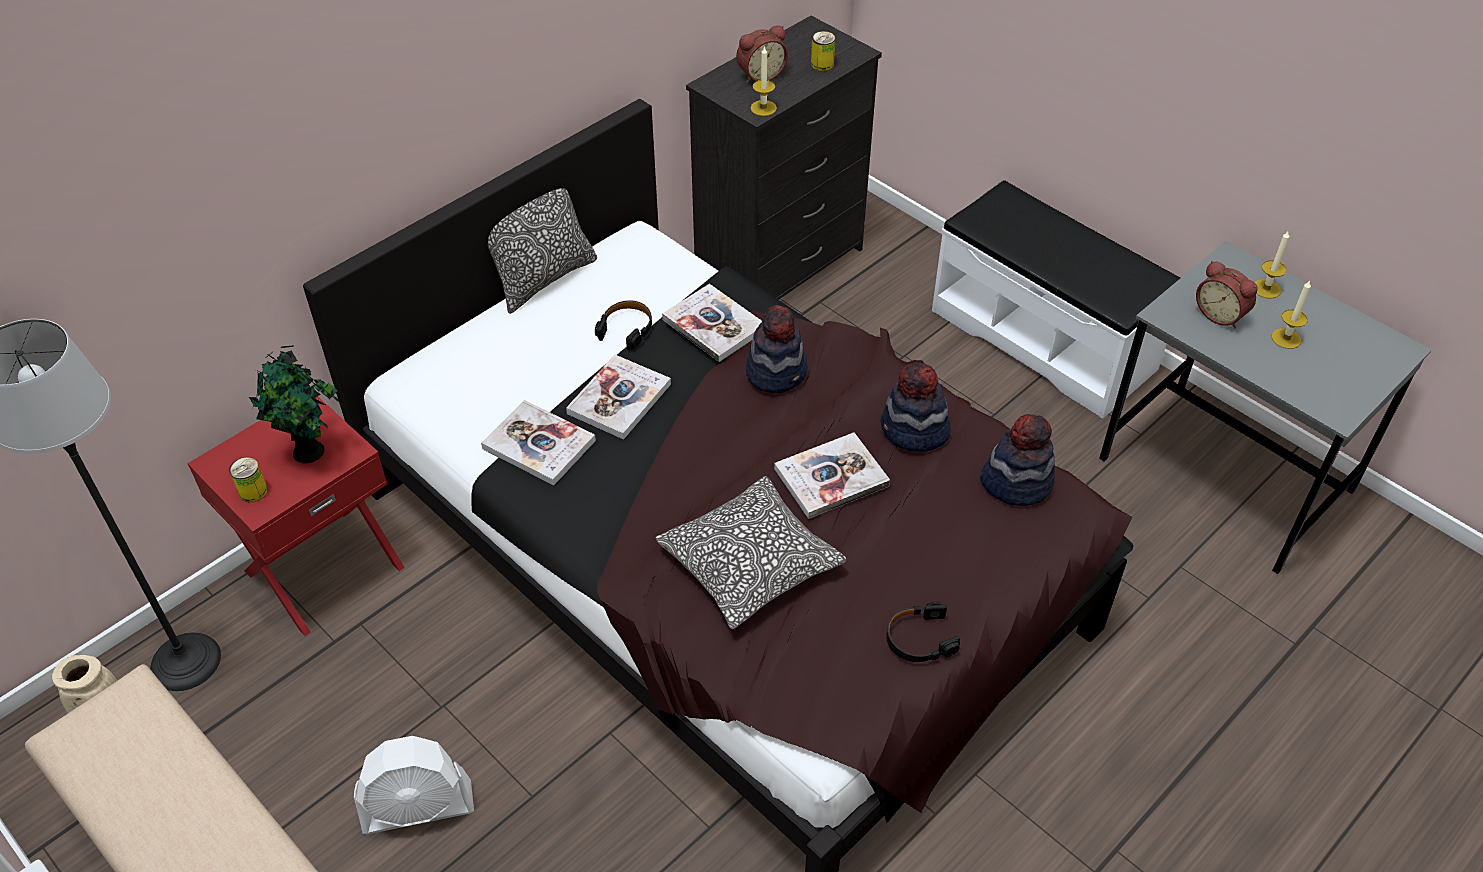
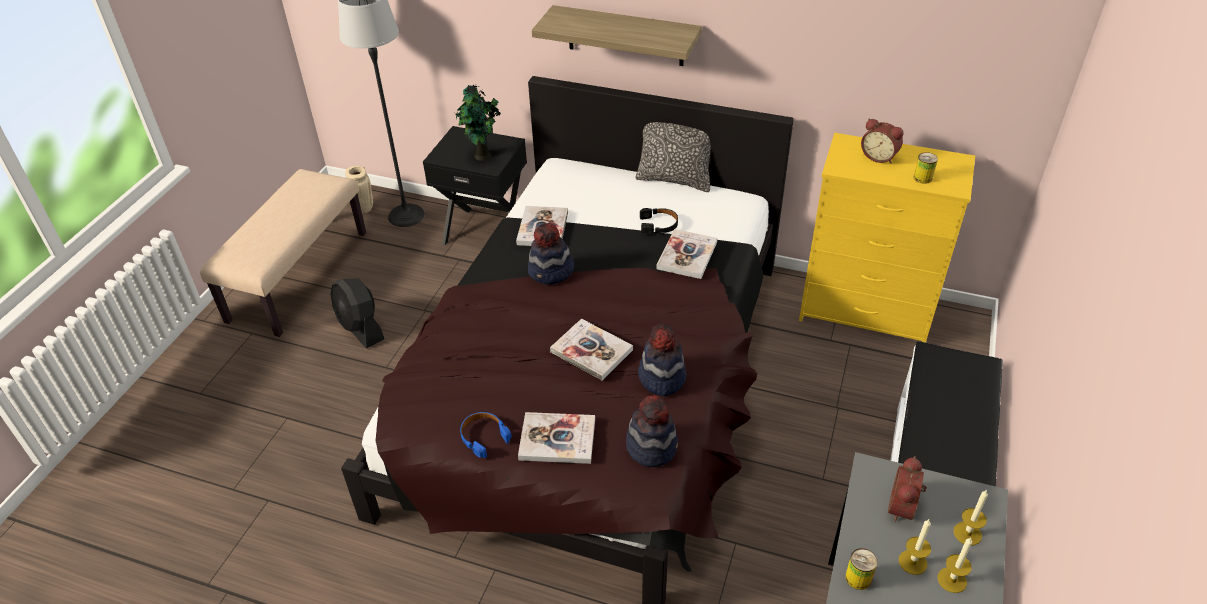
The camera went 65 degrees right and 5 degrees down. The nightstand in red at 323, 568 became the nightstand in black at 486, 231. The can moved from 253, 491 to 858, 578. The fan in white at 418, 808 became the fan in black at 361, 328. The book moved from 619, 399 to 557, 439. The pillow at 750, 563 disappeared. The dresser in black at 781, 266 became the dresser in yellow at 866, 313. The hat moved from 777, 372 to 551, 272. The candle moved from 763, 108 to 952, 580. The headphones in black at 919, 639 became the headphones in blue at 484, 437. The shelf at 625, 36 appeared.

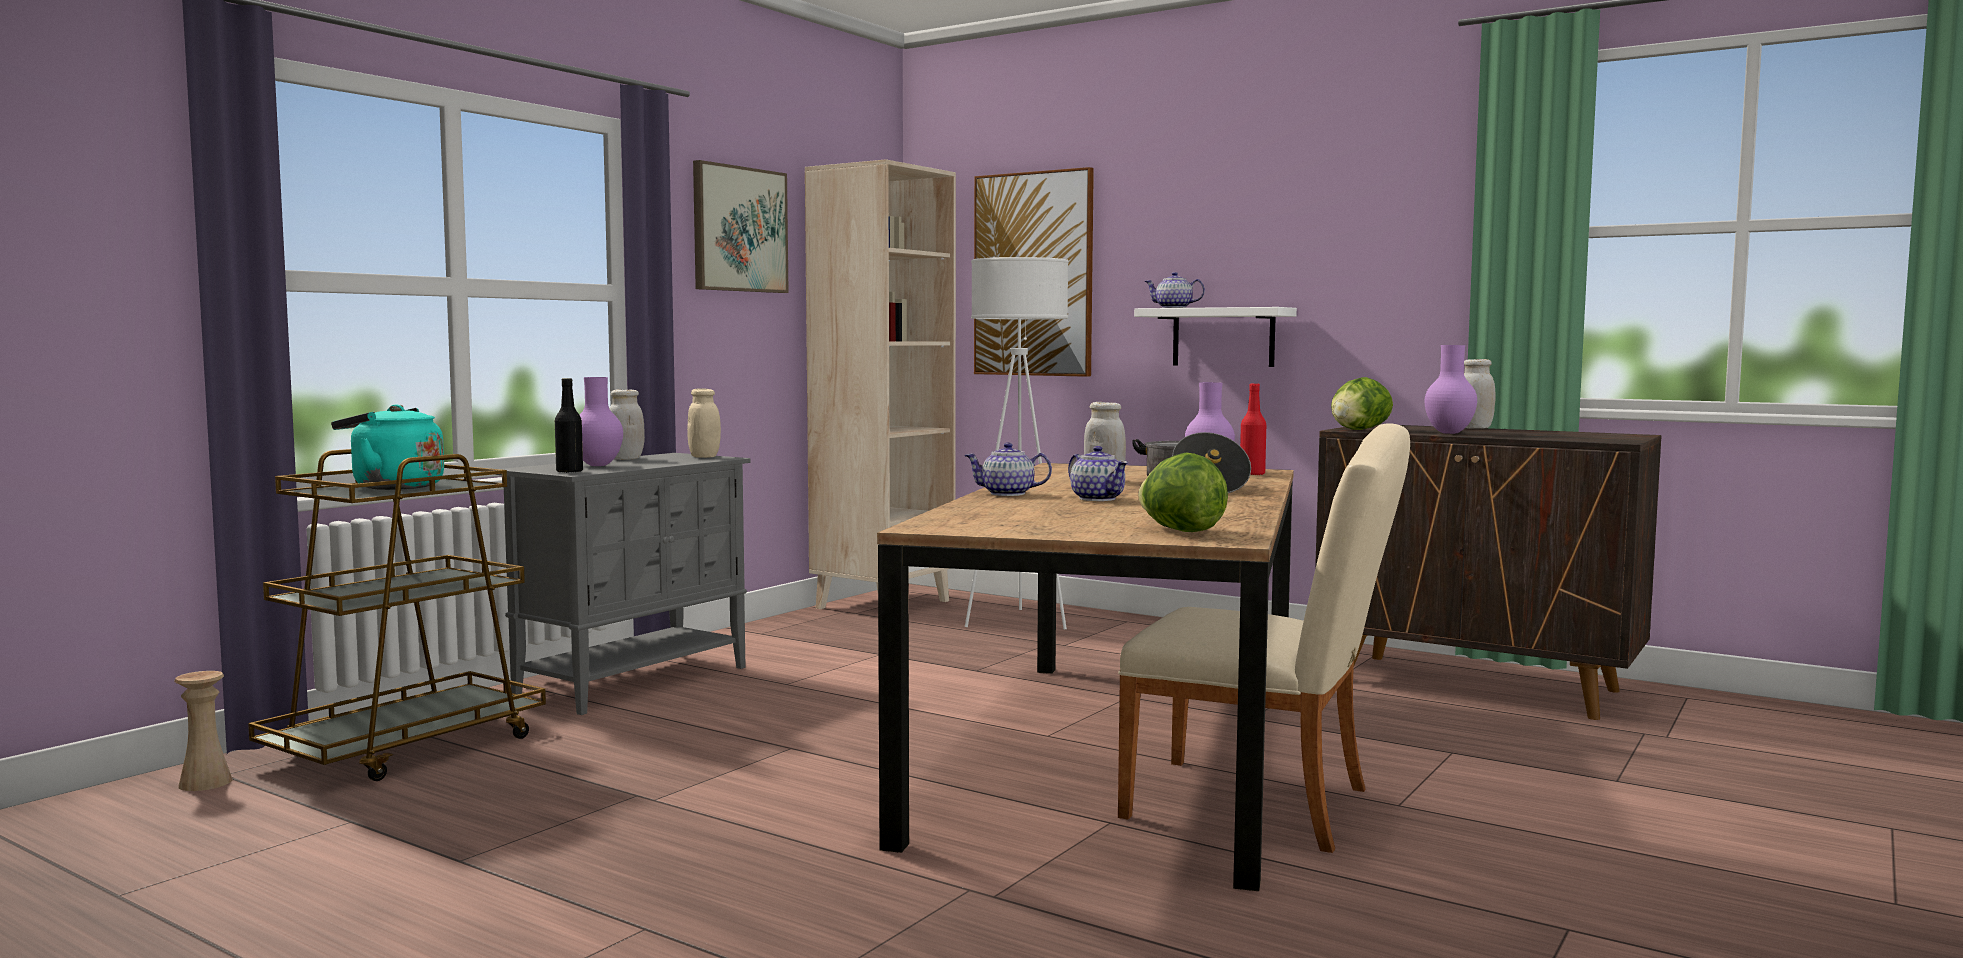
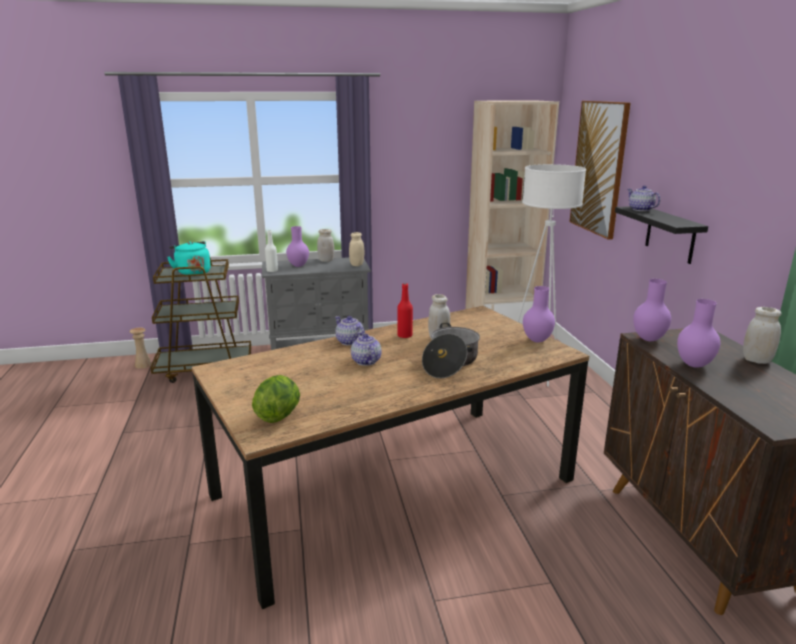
The camera went 45 degrees right and 15 degrees up. The bottle in black at 569, 472 became the bottle in white at 272, 271. The picture at 739, 229 disappeared. The teapot at 1097, 498 turned 150 degrees clockwise. The chair in beige at 1264, 806 disappeared. The shelf in white at 1223, 337 became the shelf in black at 670, 234. The bottle in red moved from 1252, 474 to 404, 335. The lettuce at 1358, 429 was replaced by the vase in purple at 649, 339.

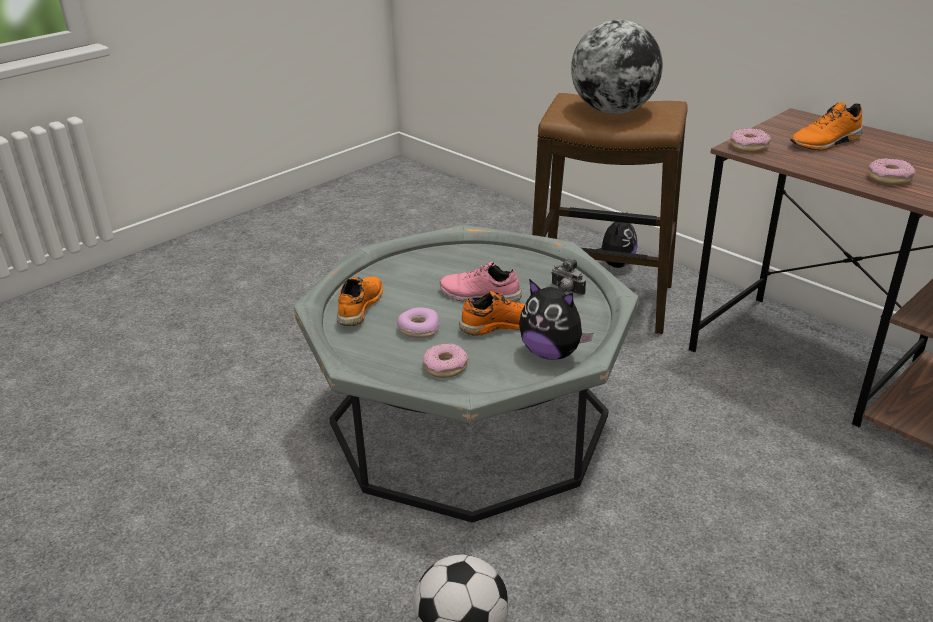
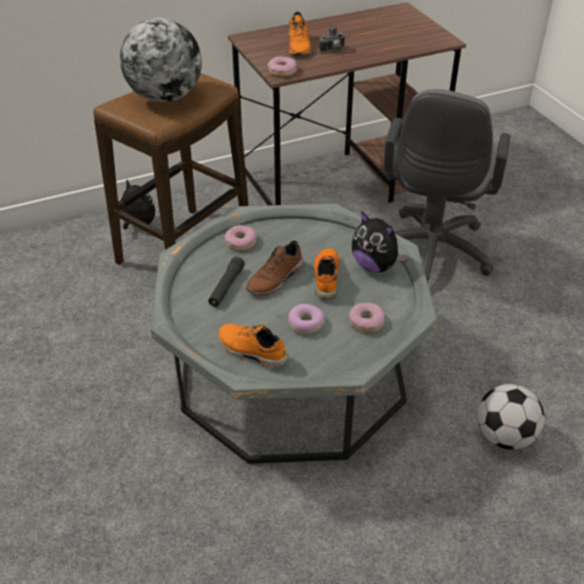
The camera went 70 degrees left and 10 degrees up. The shoe in pink at 479, 296 became the shoe in brown at 276, 279. The plush toy at 551, 353 turned 75 degrees clockwise. The photo camera moved from 565, 291 to 333, 50. The donut moved from 889, 178 to 241, 242. The flashlight in black at 226, 287 appeared. The office chair in grey at 430, 256 appeared.

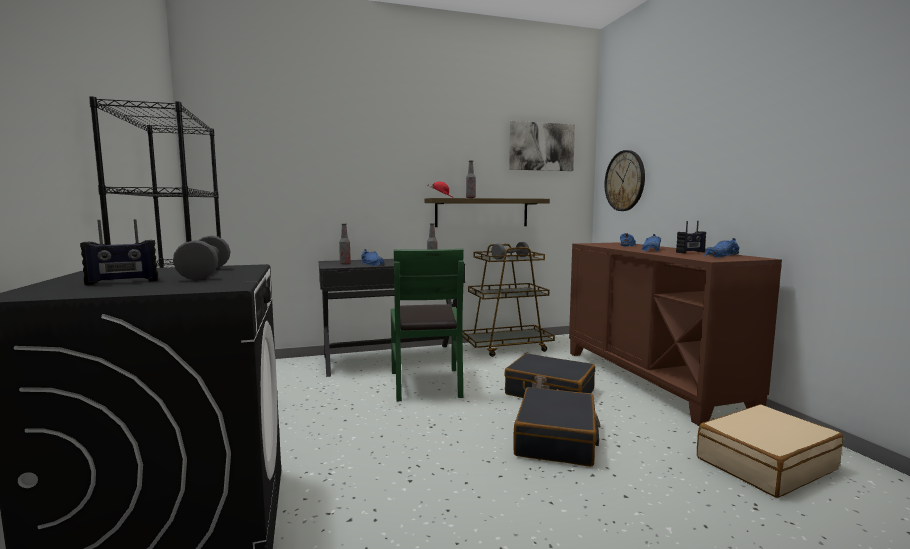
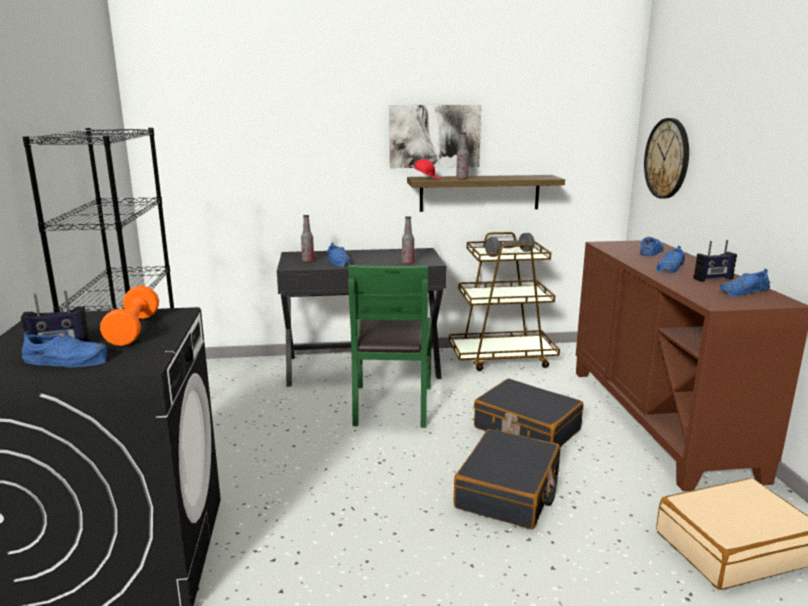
The camera went 10 degrees right and 10 degrees up. The dumbbell in grey at 205, 273 became the dumbbell in orange at 133, 330. The picture moved from 541, 147 to 434, 136. The shoe in blue at 67, 360 appeared.

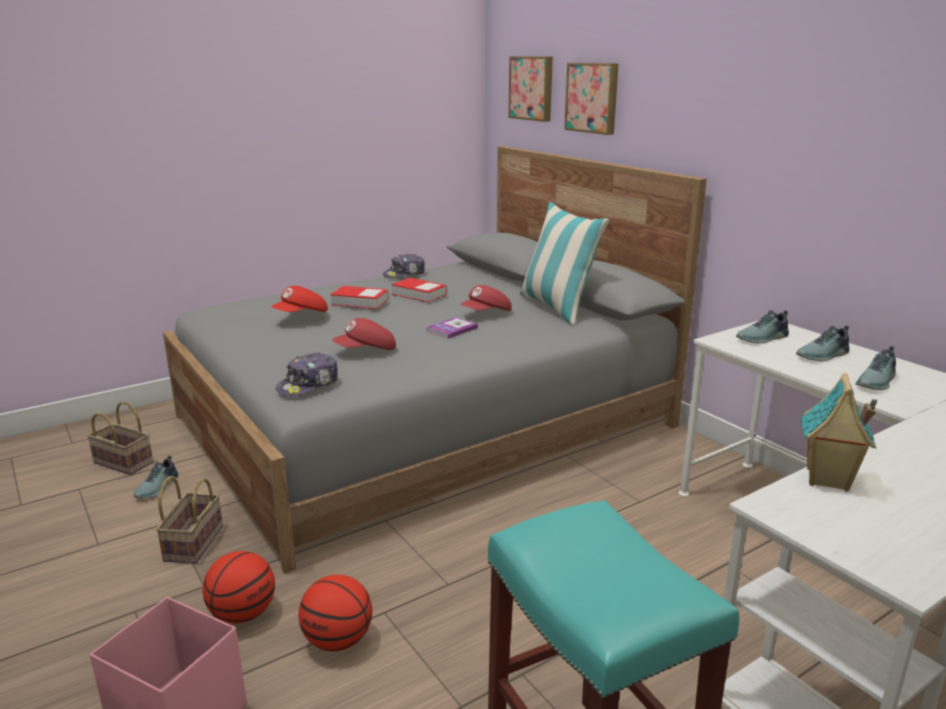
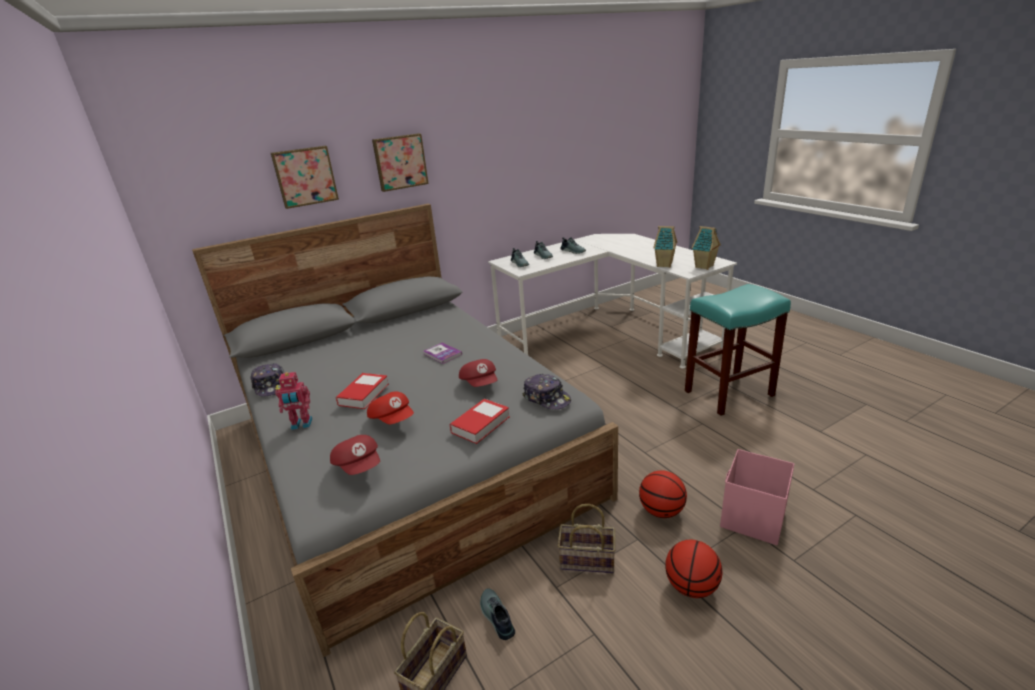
The camera went 85 degrees left and 5 degrees up. The shoe at 158, 487 turned 135 degrees counterclockwise. The basketball moved from 338, 640 to 691, 586. The book moved from 419, 294 to 480, 425. The cap in red moved from 486, 314 to 359, 466. The picture moved from 532, 88 to 400, 162. The pillow at 557, 307 disappeared. The toy robot at 301, 425 appeared. The toy house at 704, 267 appeared.

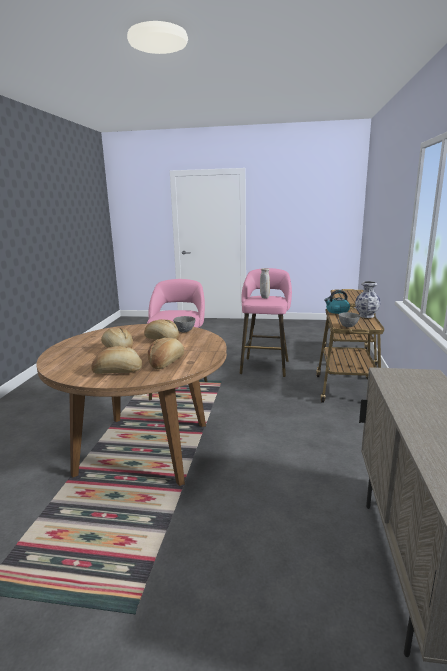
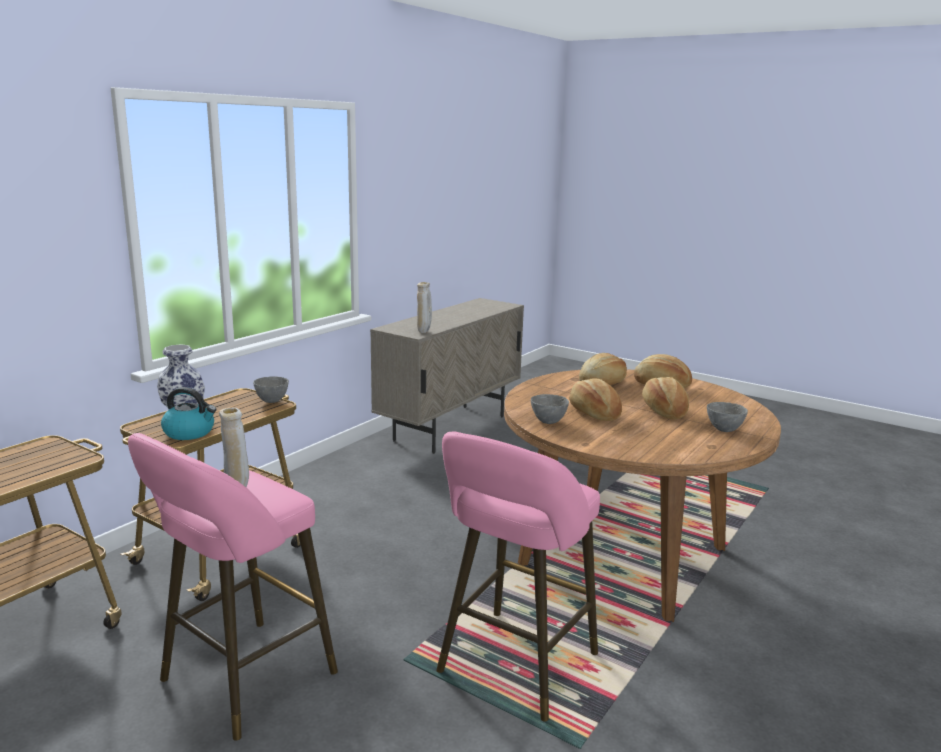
The camera went 155 degrees left and 0 degrees up. The vase in beige at 424, 332 appeared. The bowl in grey at 724, 430 appeared.

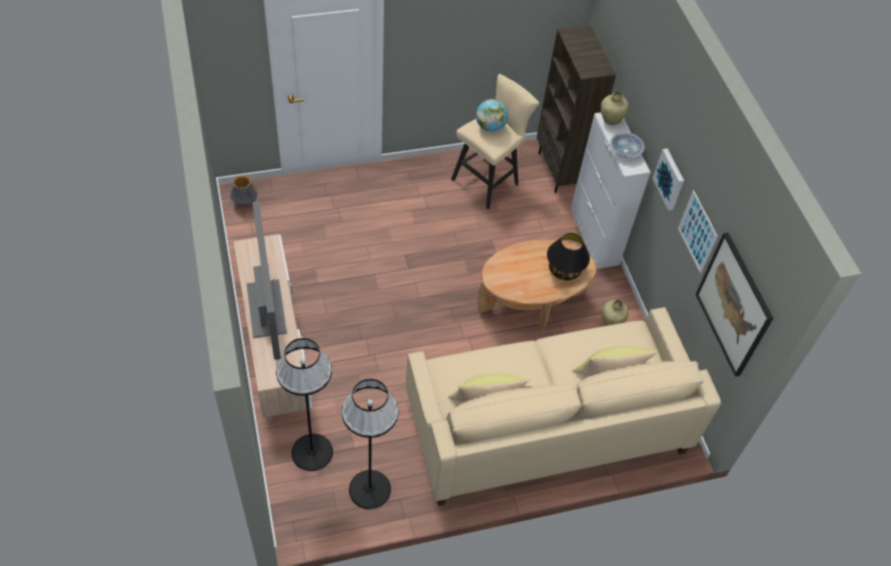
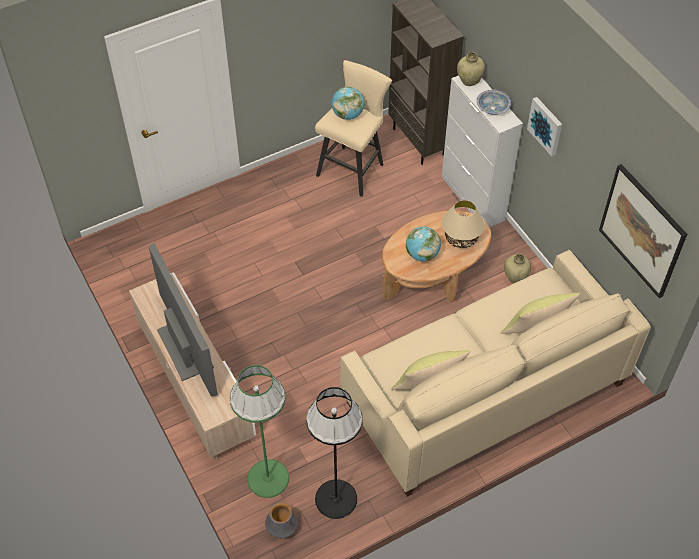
The camera went 10 degrees left and 0 degrees up. The vase moved from 245, 202 to 282, 529. The floor lamp in black at 312, 452 became the floor lamp in green at 267, 478. The table lamp in black at 564, 270 became the table lamp in beige at 461, 238. The picture at 697, 232 disappeared. The globe at 422, 254 appeared.

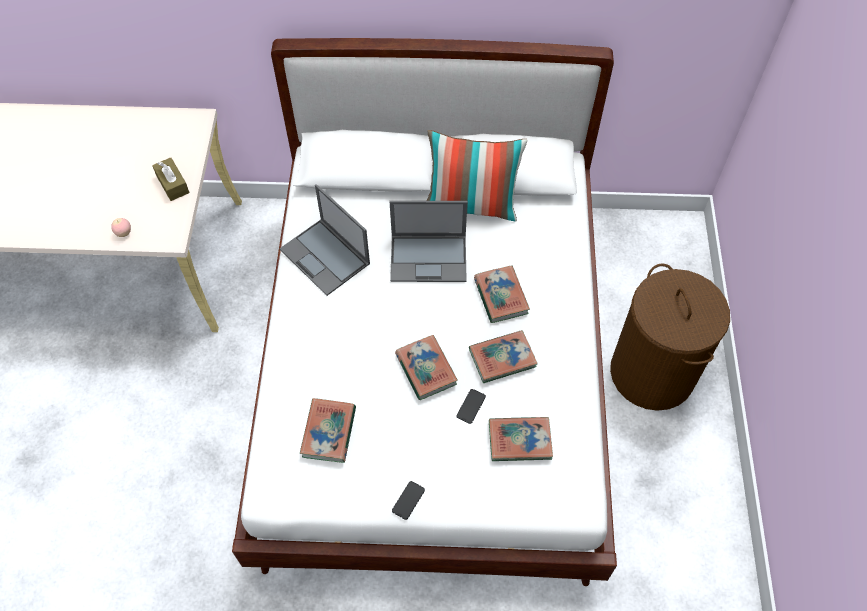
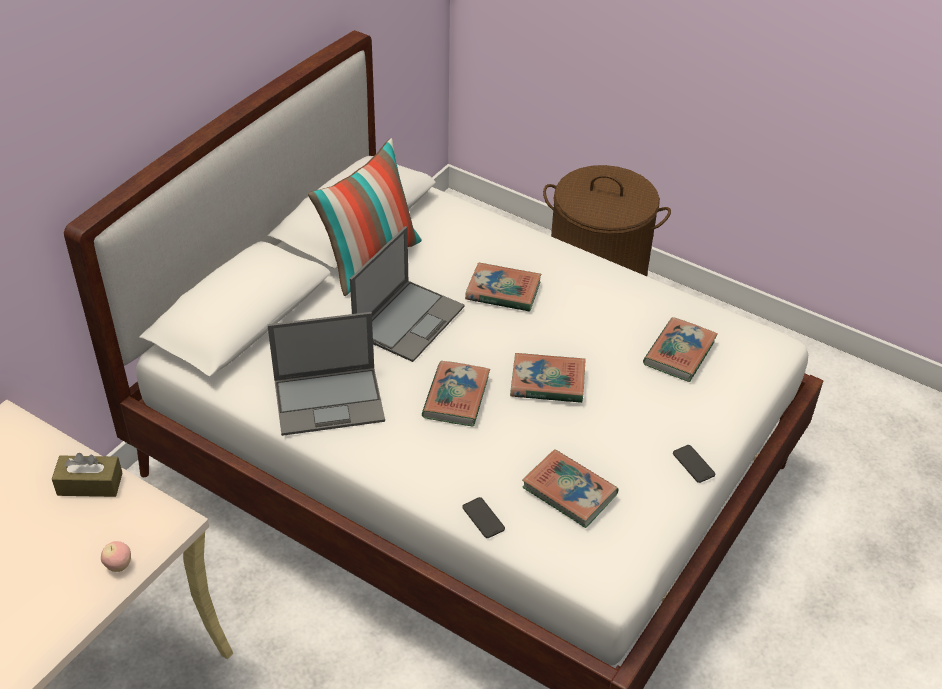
The camera went 60 degrees left and 15 degrees down. The phone moved from 471, 406 to 483, 518. The book moved from 502, 358 to 456, 397.

